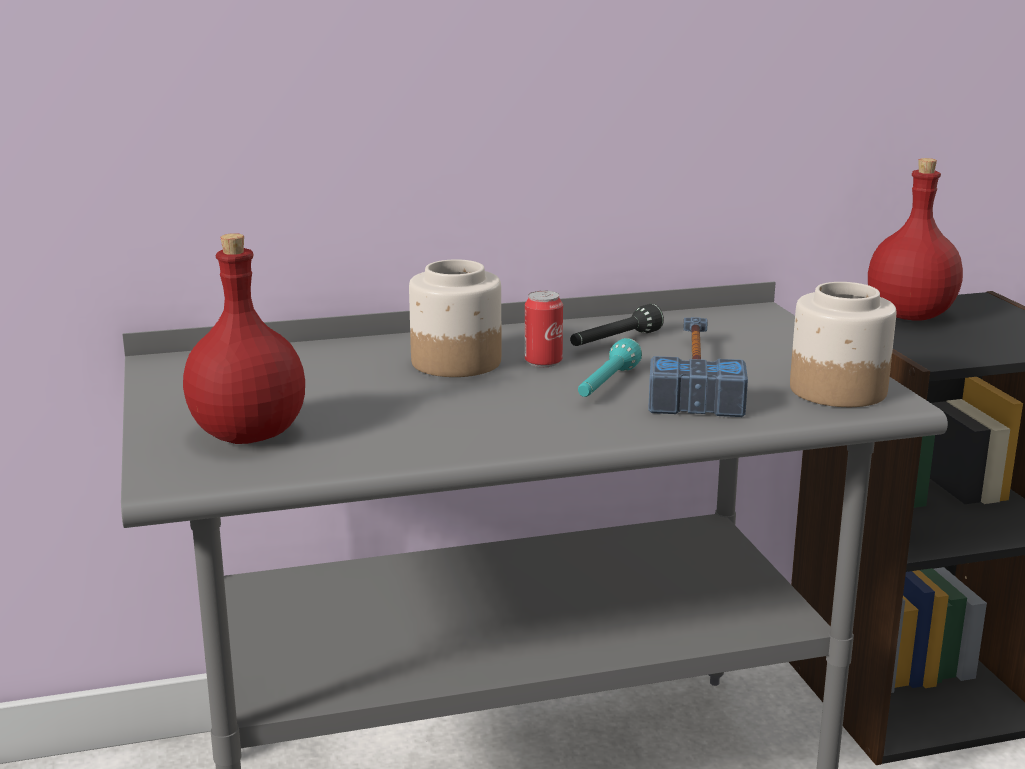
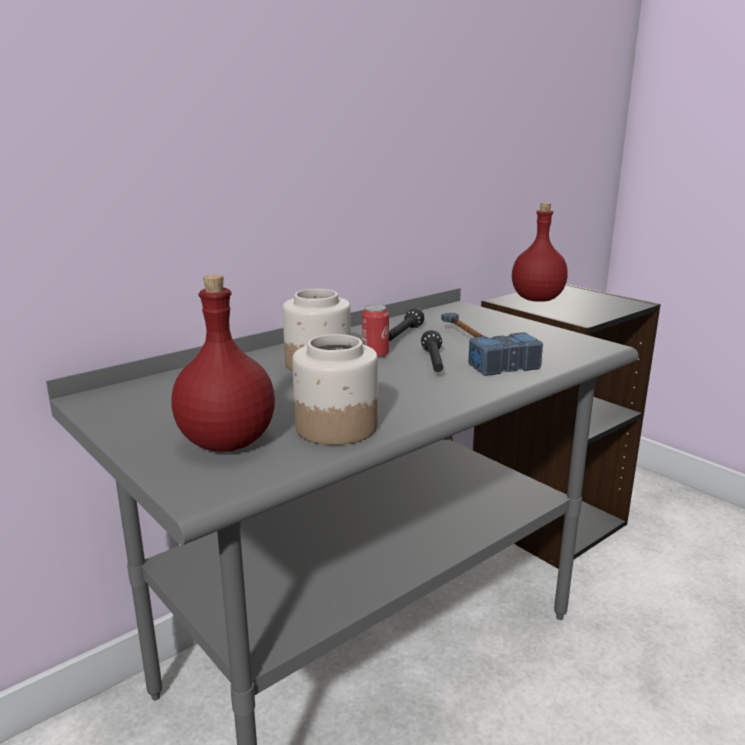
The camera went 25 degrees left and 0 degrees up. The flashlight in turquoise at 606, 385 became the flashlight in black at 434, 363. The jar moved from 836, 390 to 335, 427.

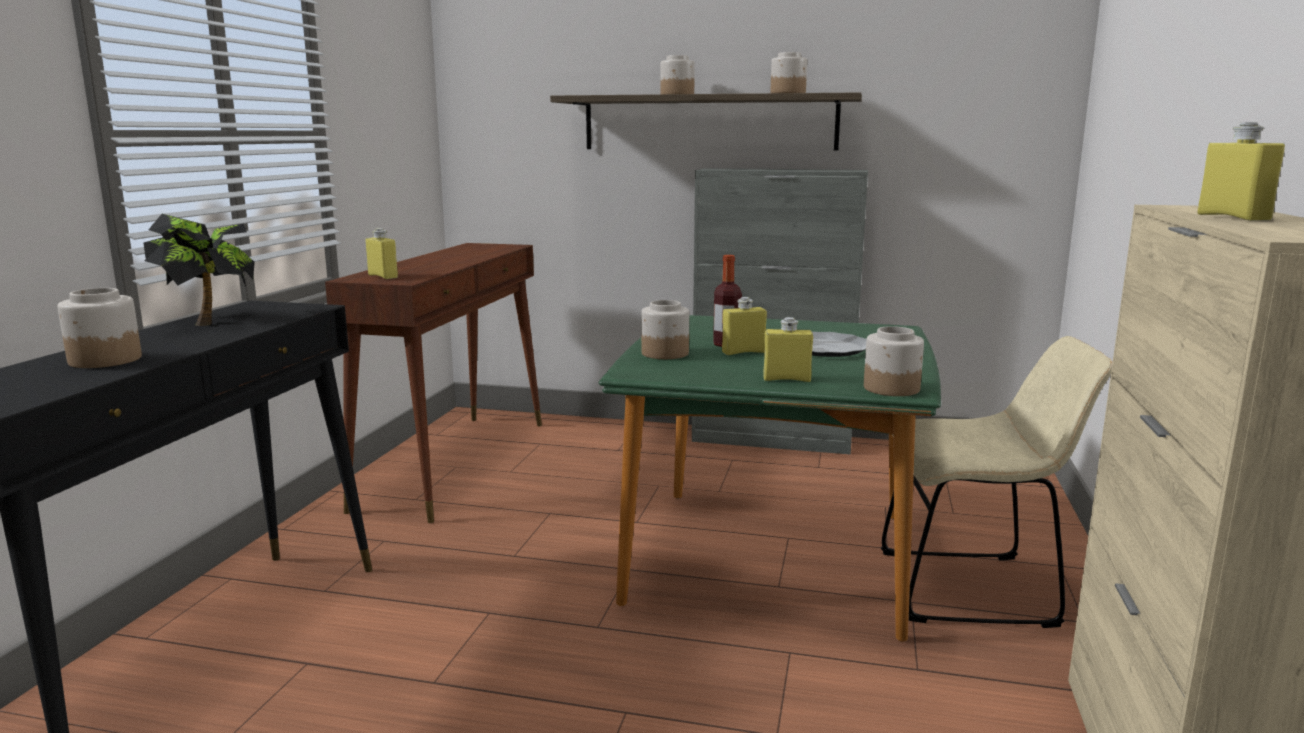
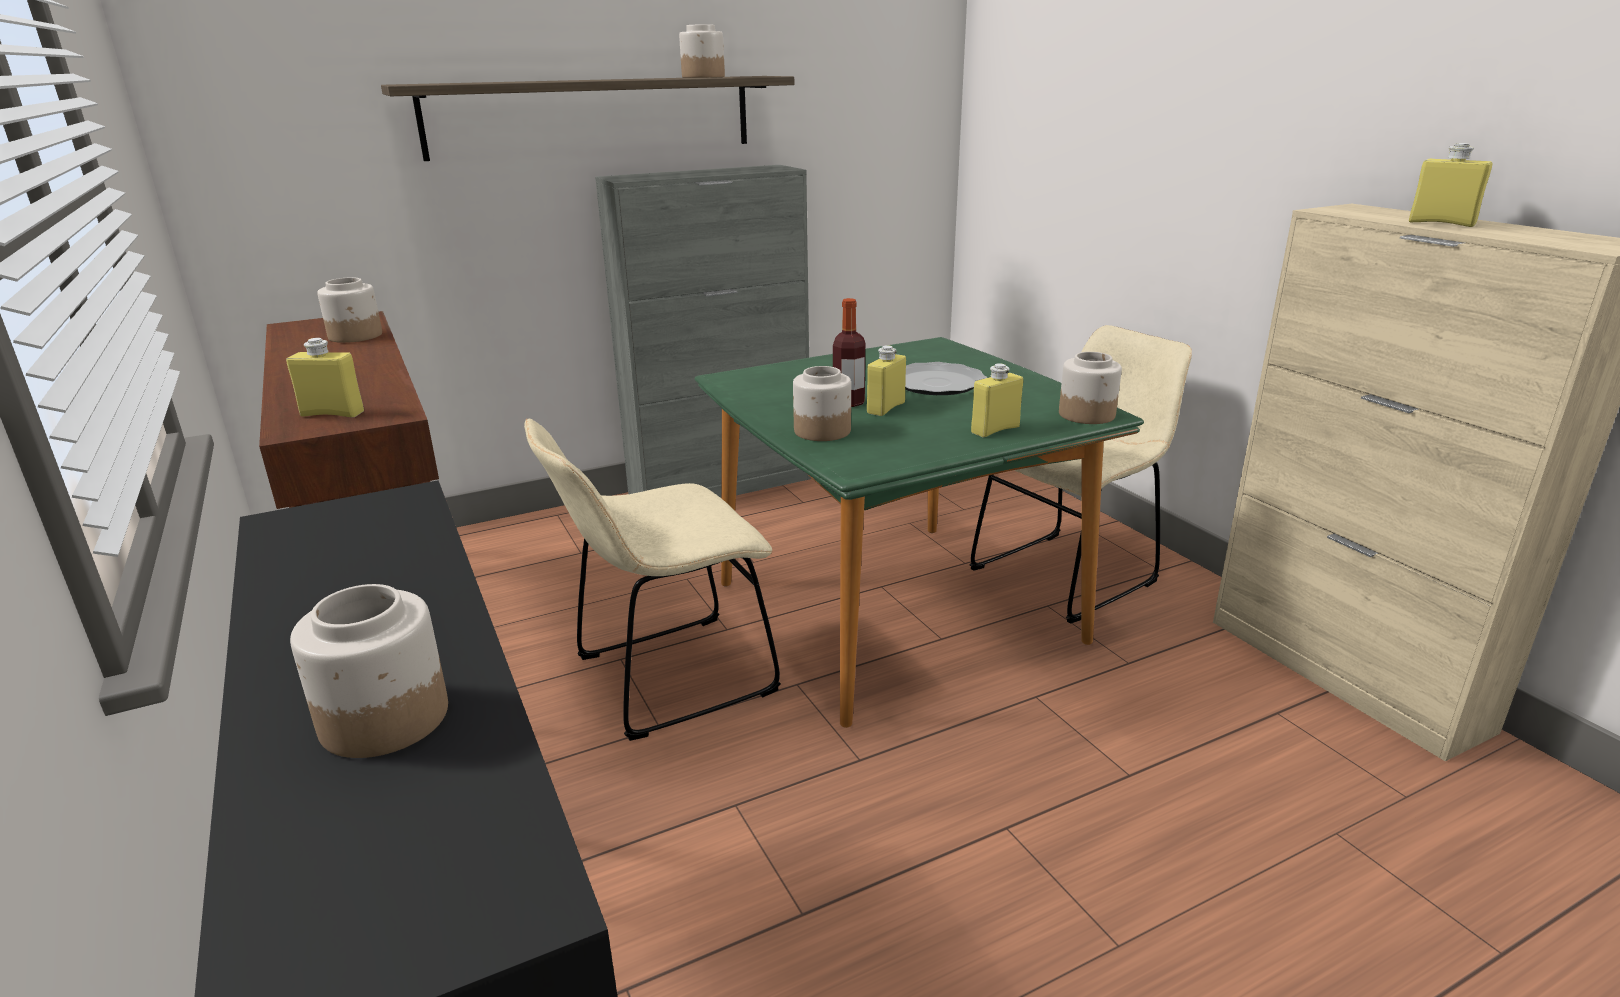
The camera went 40 degrees left and 10 degrees up. The potted plant at 210, 321 disappeared. The jar moved from 677, 95 to 356, 336. The chair in beige at 665, 678 appeared.

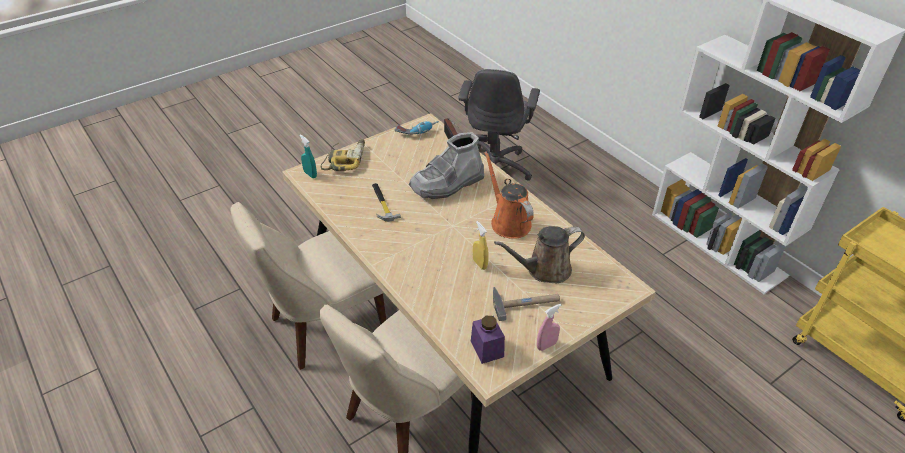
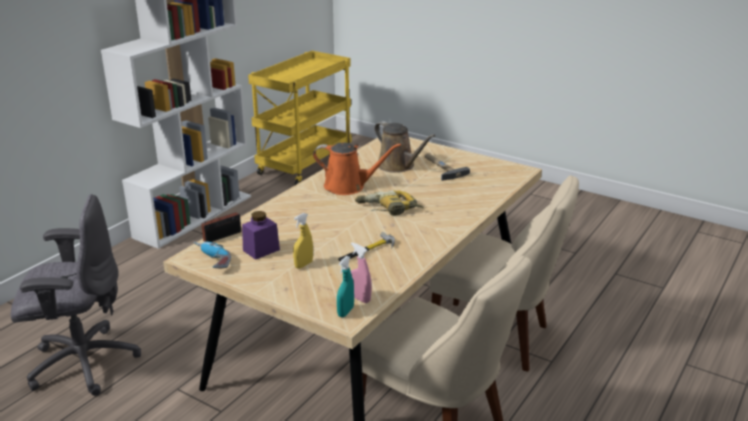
The camera went 110 degrees left and 15 degrees down. The power drill moved from 345, 159 to 388, 209. The boot in grey at 447, 184 disappeared. The jar in purple moved from 487, 349 to 261, 250. The spray bottle in yellow moved from 479, 264 to 303, 265. The watering can in orange at 508, 221 turned 120 degrees counterclockwise. The spray bottle in pink moved from 546, 345 to 360, 299.

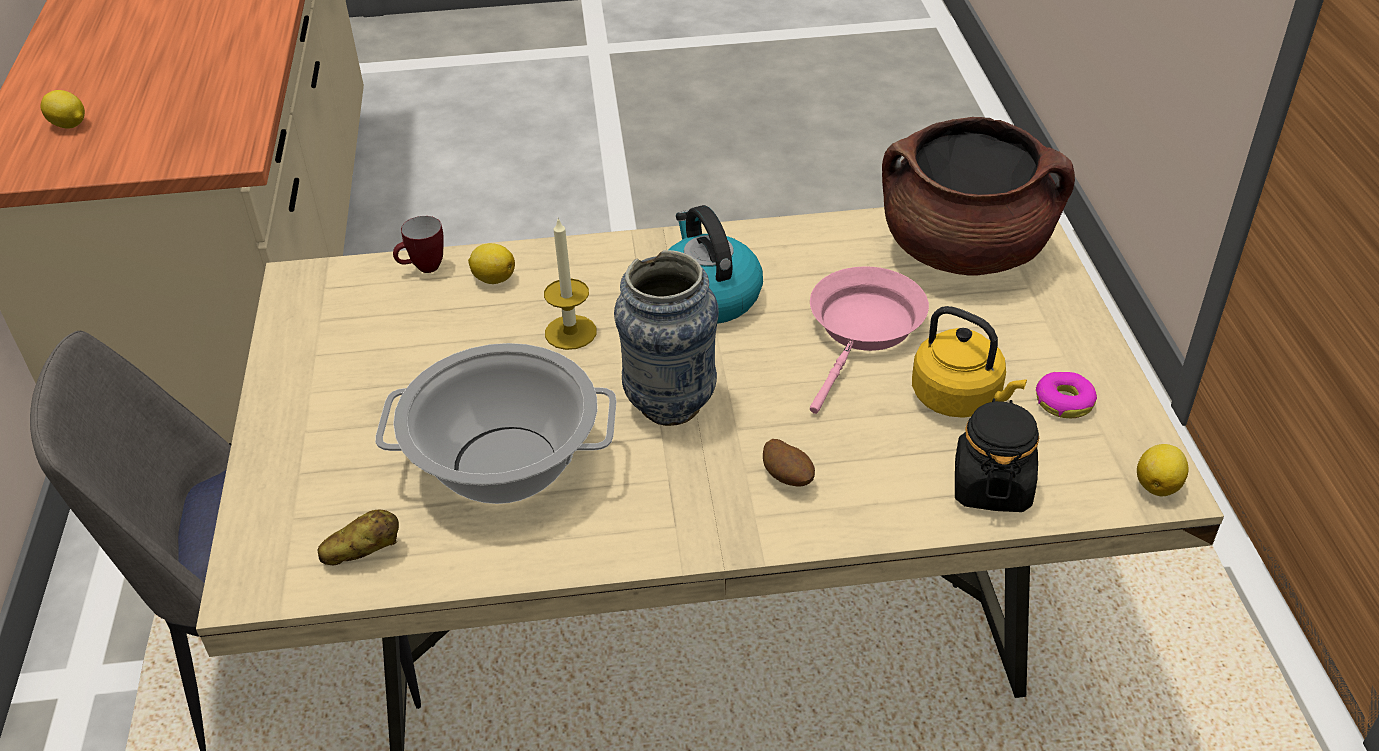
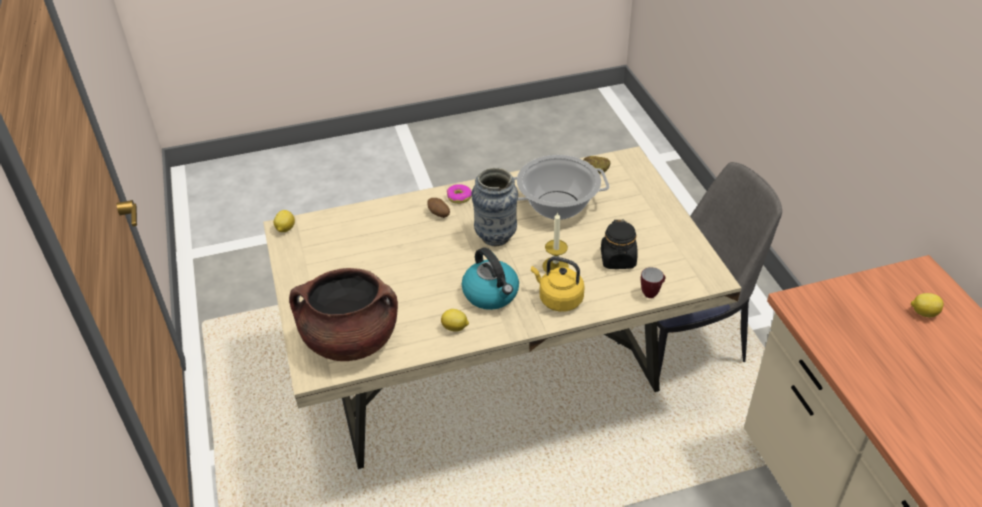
The camera went 170 degrees right and 0 degrees up. The lemon moved from 493, 278 to 455, 328. The frying pan in pink at 864, 330 disappeared. The kettle in yellow moved from 960, 398 to 558, 299. The jar in black moved from 991, 486 to 618, 259. The donut moved from 1064, 402 to 459, 197.

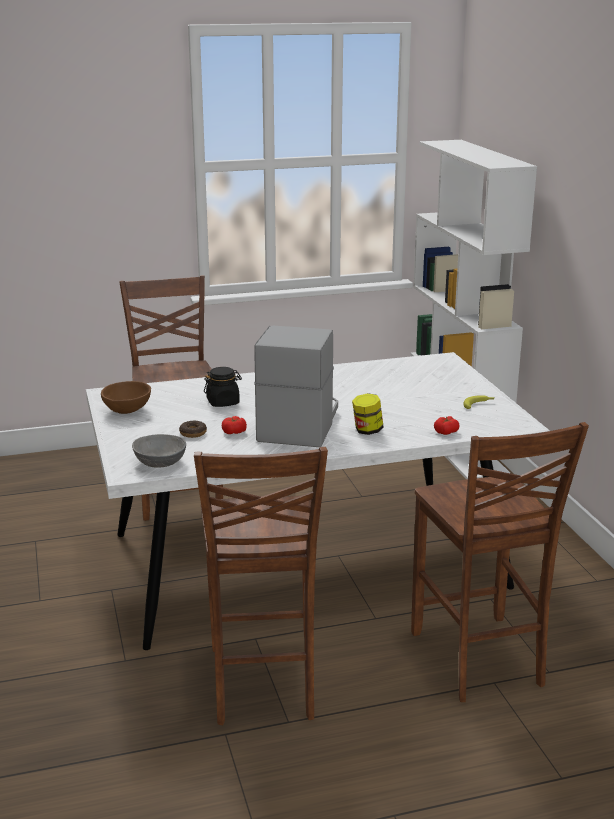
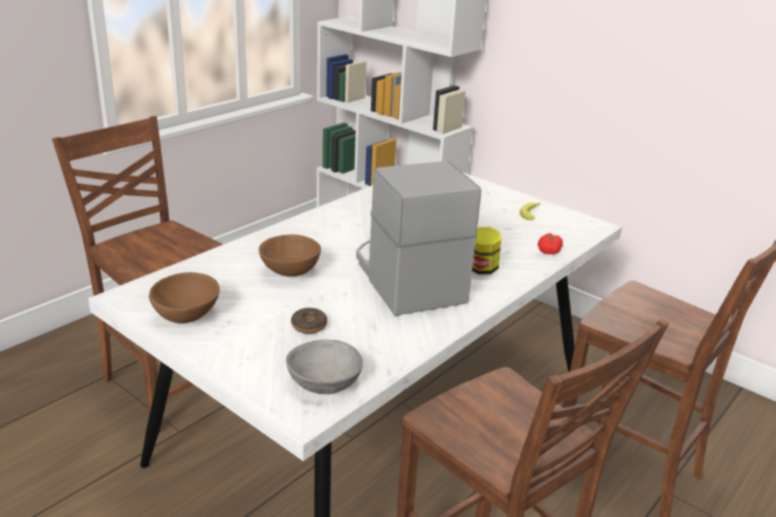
The camera went 35 degrees left and 5 degrees up. The jar in black at 223, 402 was replaced by the bowl in brown at 289, 273. The tomato at 234, 432 disappeared.

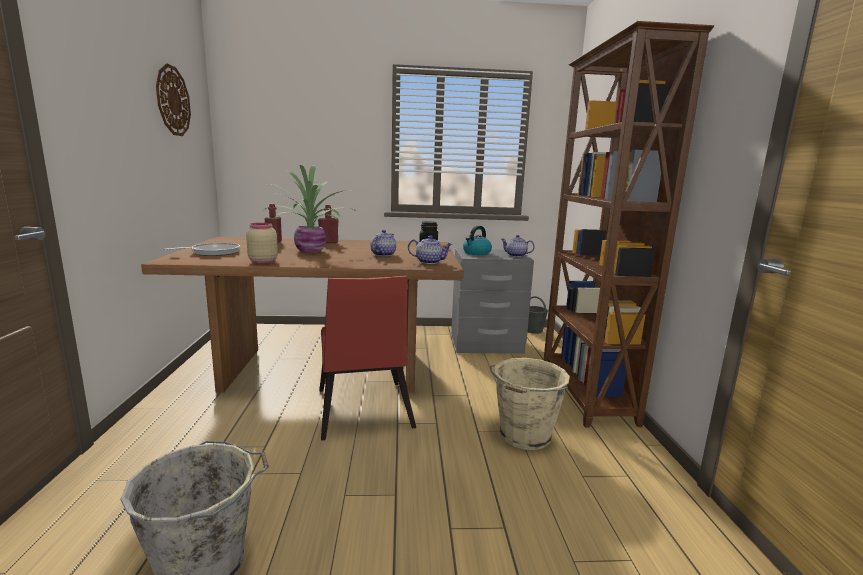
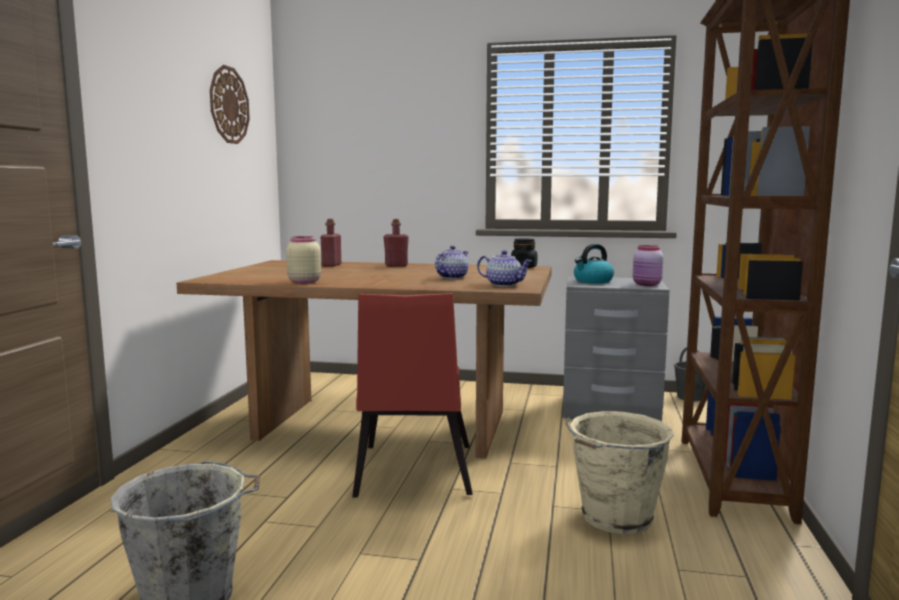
The camera went 15 degrees right and 5 degrees down. The frying pan at 213, 252 disappeared. The potted plant at 312, 251 disappeared. The teapot at 515, 255 was replaced by the jar in pink at 647, 284.

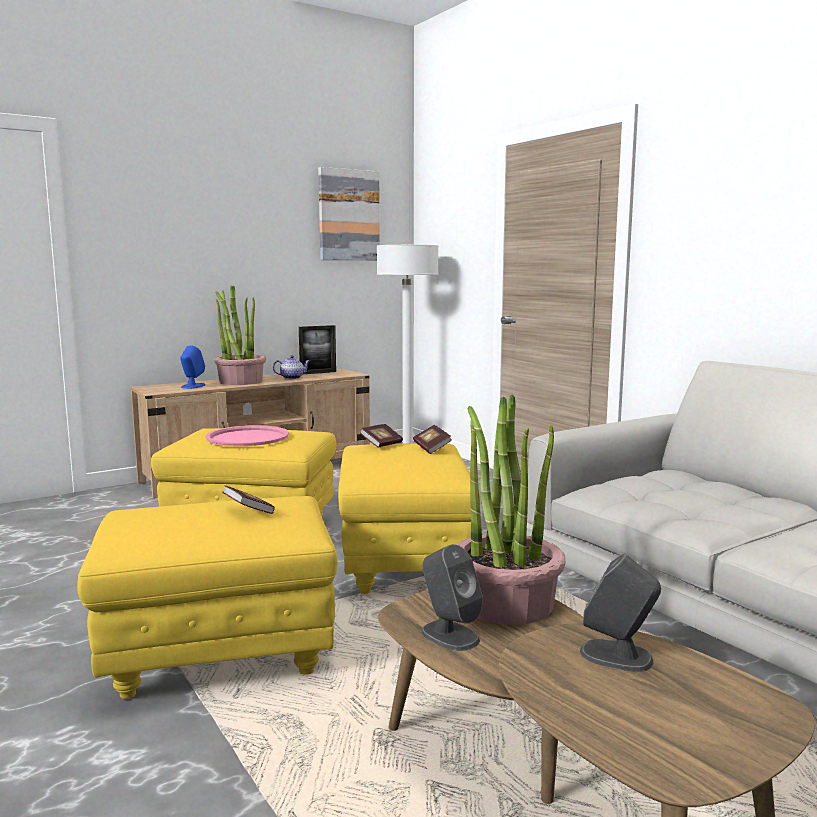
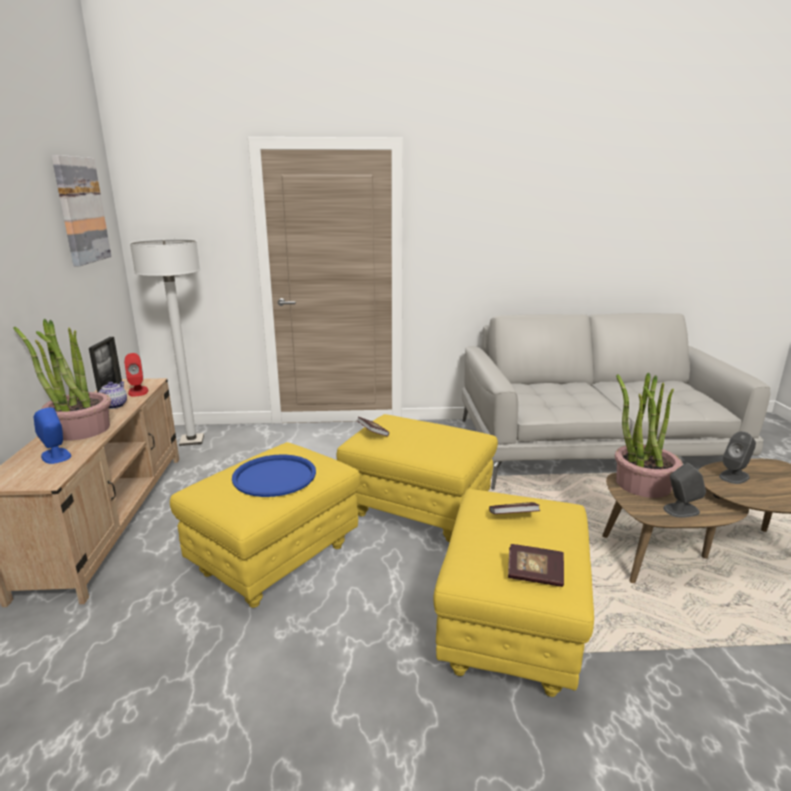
The camera went 60 degrees left and 10 degrees up. The tray in pink at 247, 437 became the tray in blue at 274, 476. The book moved from 431, 448 to 534, 575. The speaker in red at 138, 391 appeared.

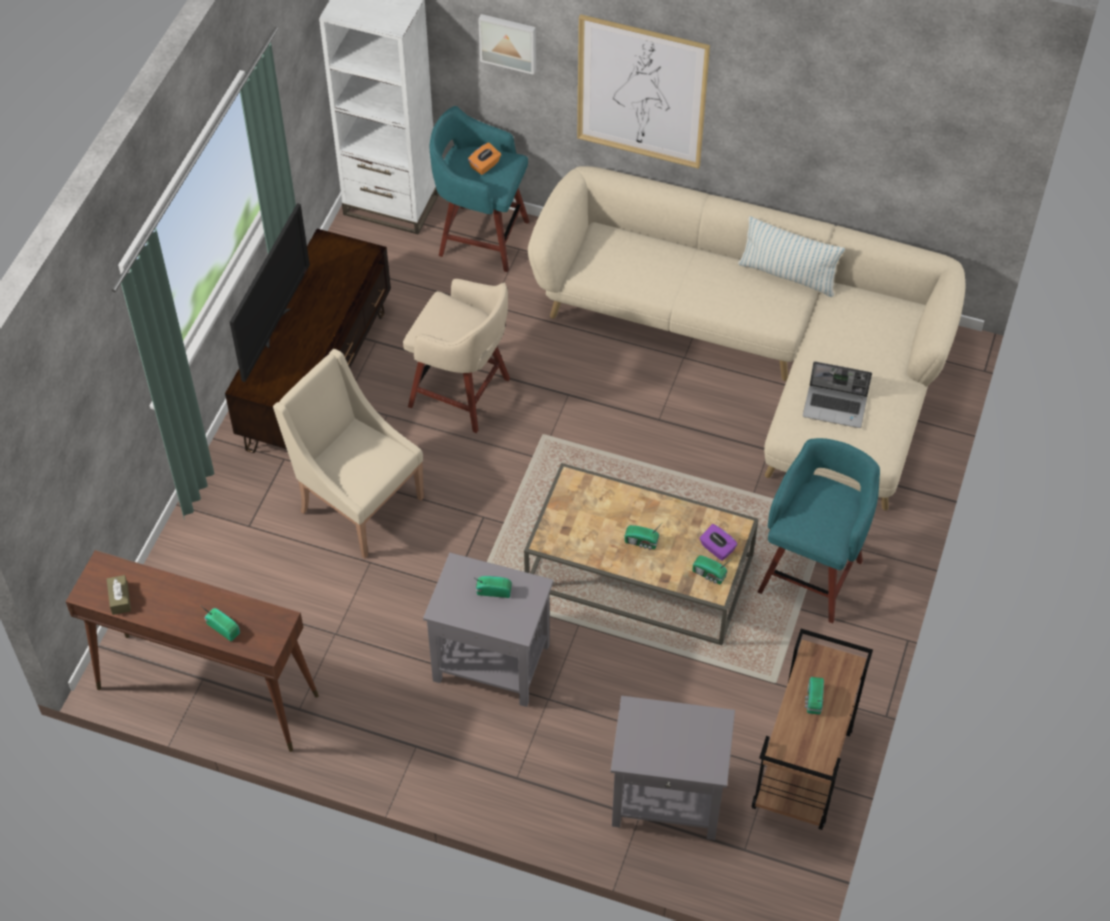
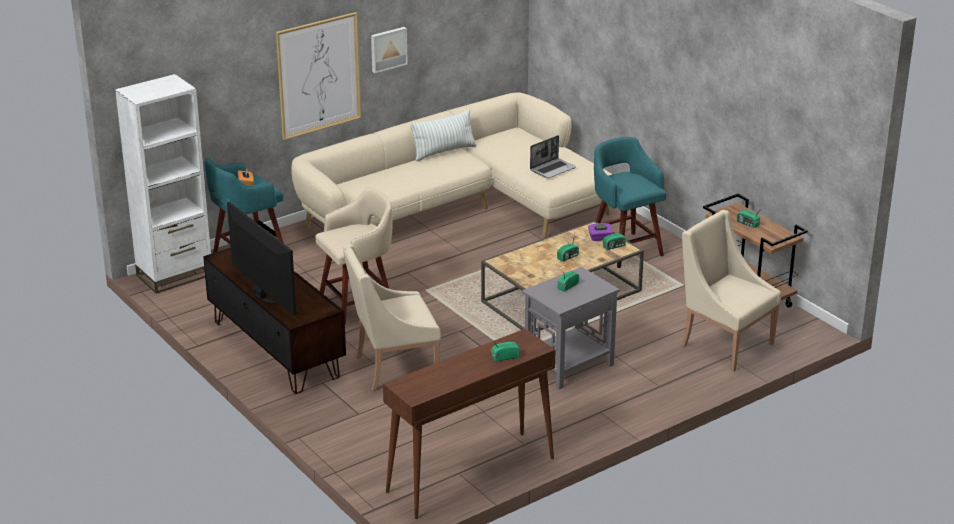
The camera went 55 degrees left and 25 degrees down. The tissue box in brown at 120, 598 disappeared. The picture moved from 508, 42 to 388, 49. The side table in grey at 667, 798 was replaced by the armchair in beige at 724, 344.

